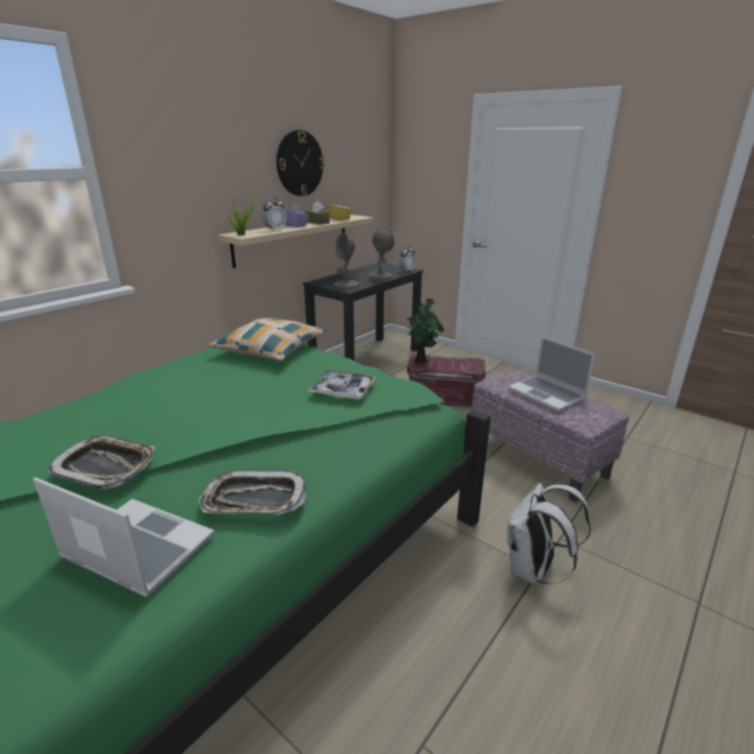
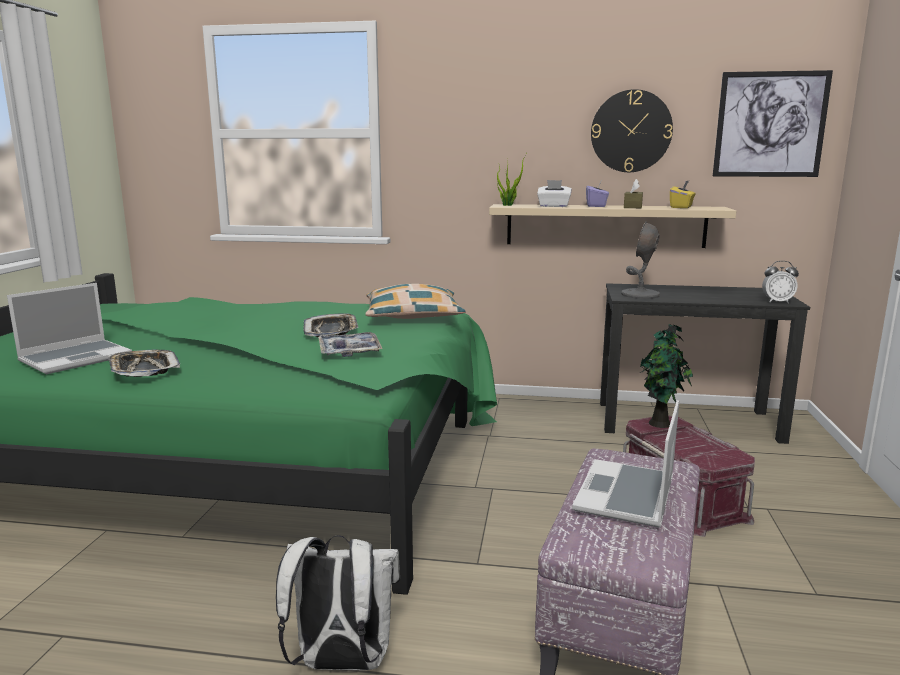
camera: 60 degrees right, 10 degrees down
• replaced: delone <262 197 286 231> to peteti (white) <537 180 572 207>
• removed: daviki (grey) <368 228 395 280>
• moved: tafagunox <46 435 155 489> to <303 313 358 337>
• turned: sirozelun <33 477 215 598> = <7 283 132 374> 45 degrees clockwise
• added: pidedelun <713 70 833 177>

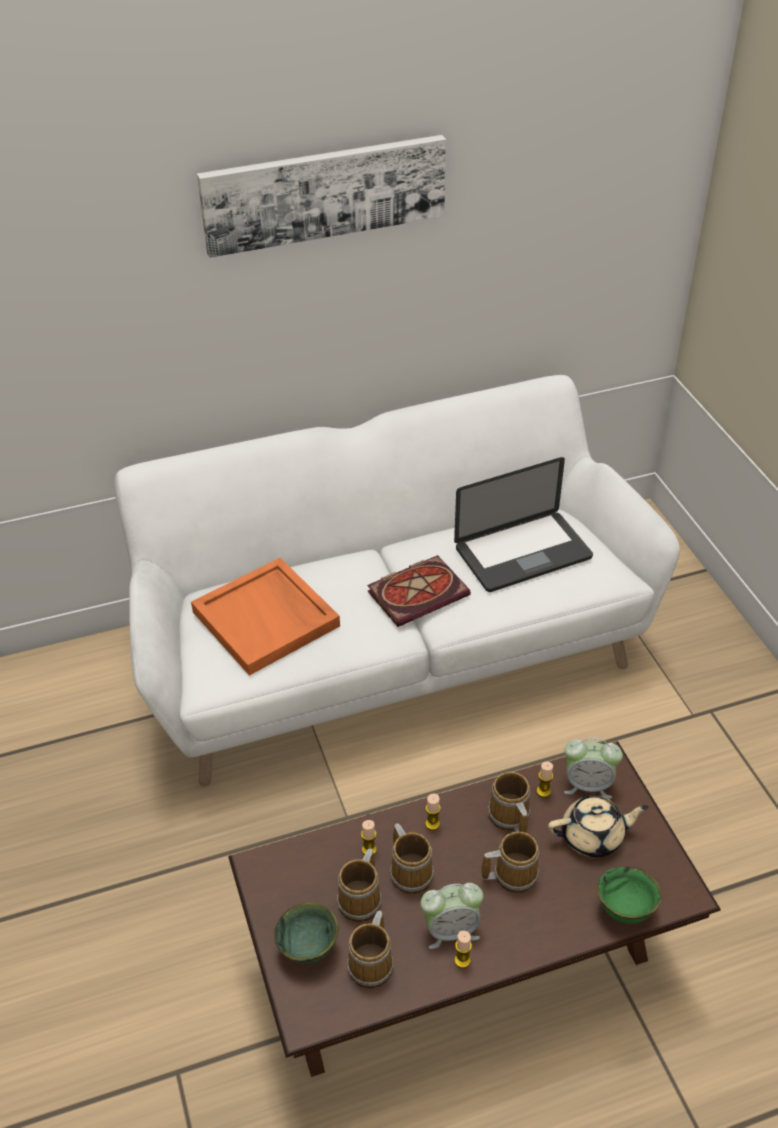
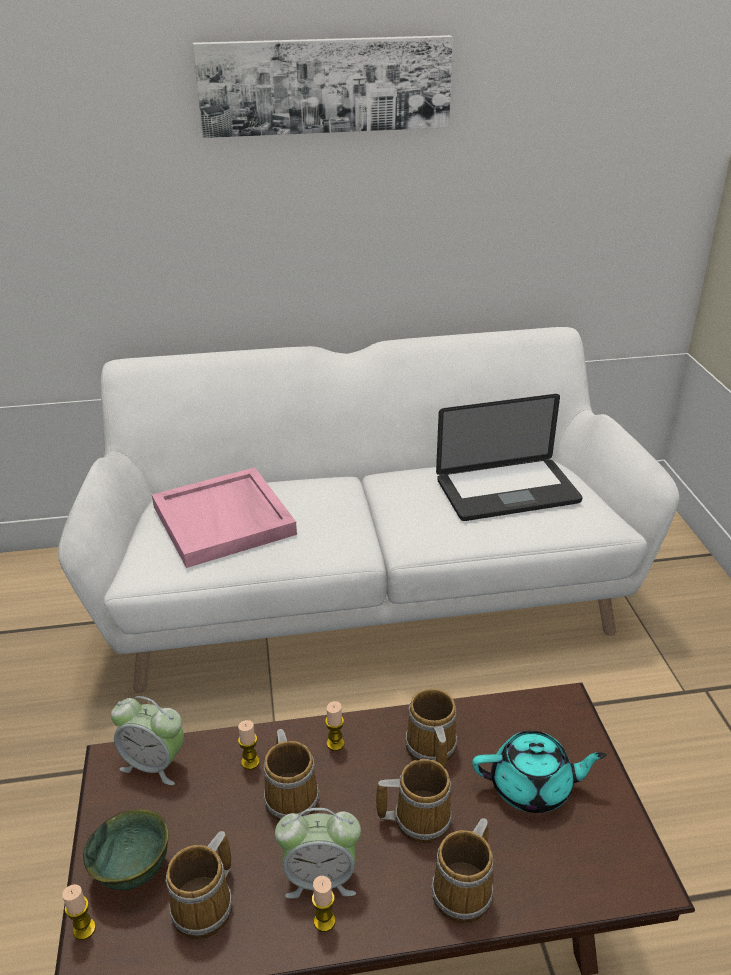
camera: 10 degrees right, 10 degrees down
• removed: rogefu <367 555 471 627>
• recoloured: tafagunox (orange) <191 558 340 676> to tafagunox (pink) <152 467 297 568>
• moved: delone <564 737 623 799> to <111 696 184 785>
• moved: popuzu <537 762 553 797> to <62 884 96 940>
• recoloured: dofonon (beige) <548 795 649 857> to dofonon (turquoise) <472 731 607 813>
• moved: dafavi <337 848 381 922> to <431 818 494 923>
• removed: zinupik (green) <597 867 662 924>

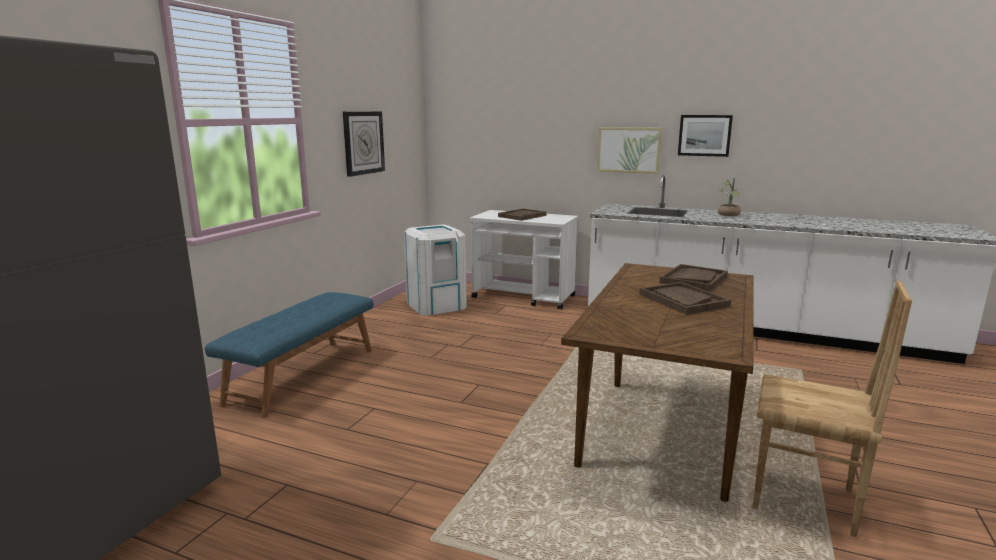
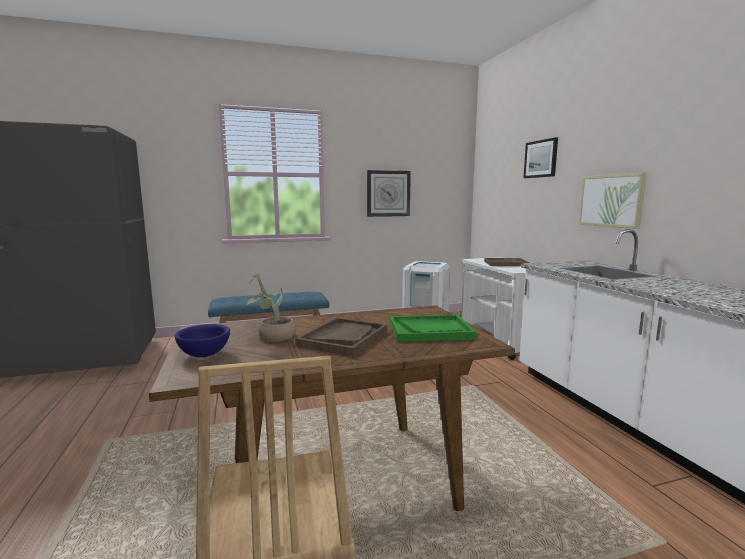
camera: 50 degrees right, 5 degrees down
• moved: pidedelun <678 115 733 157> to <524 137 558 178>
• moved: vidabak <718 178 741 216> to <246 273 296 342>
• recoloured: tafagunox (brown) <659 264 728 291> to tafagunox (green) <390 315 476 342>
• added: zinupik (blue) <175 324 230 357>

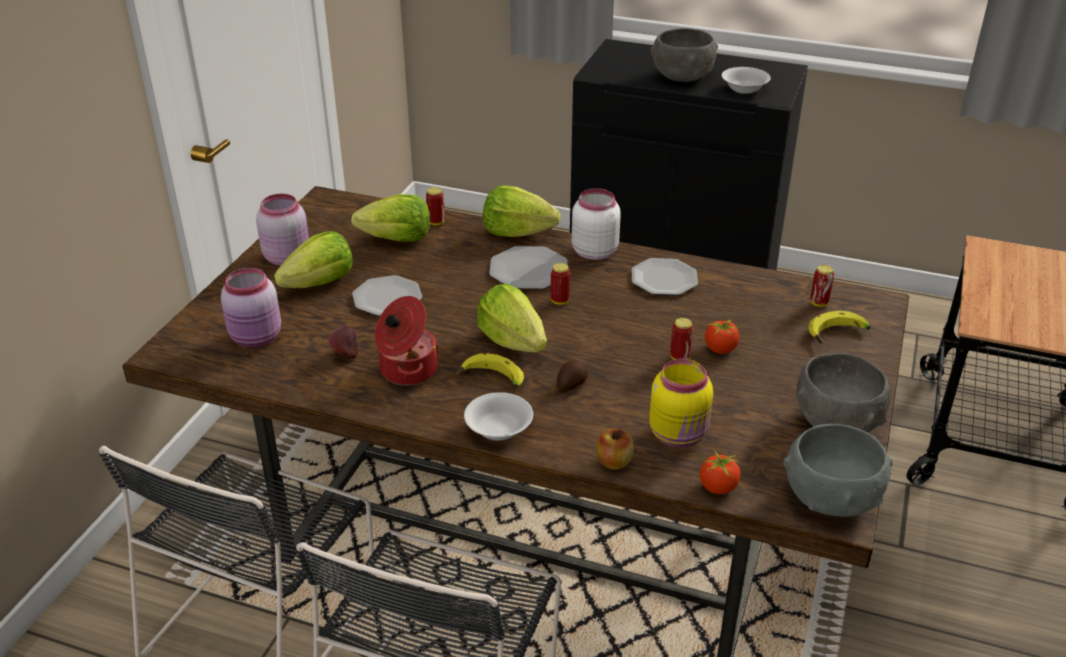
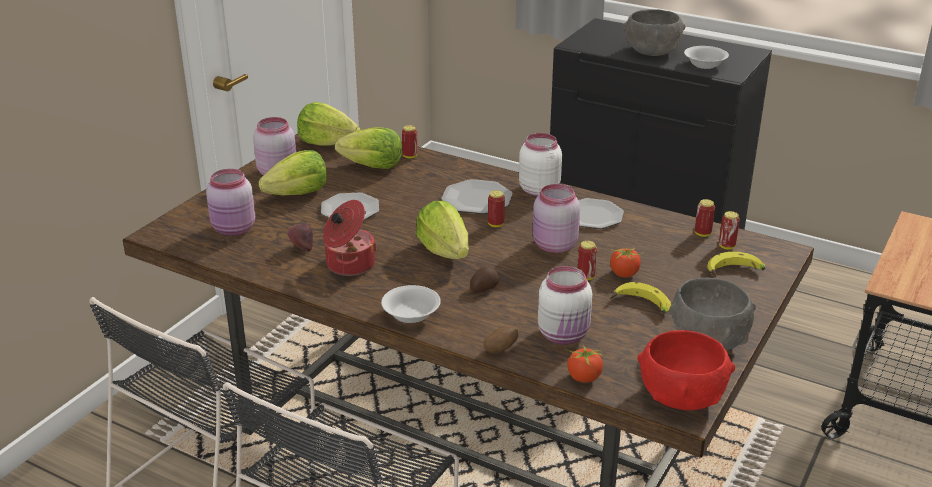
camera: 10 degrees right, 5 degrees down
• moved: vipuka <483 185 561 237> to <297 102 361 146>
• moved: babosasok <456 353 524 388> to <610 282 671 314>
• recoloured: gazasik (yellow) <649 359 713 448> to gazasik (white) <538 266 592 344>
• recoloured: zinupik (grey) <783 424 893 517> to zinupik (red) <637 330 735 410>
• replaced: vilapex <596 428 634 469> to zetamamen <483 326 519 353>
• added: gazasik (pink) <533 184 580 253>
• added: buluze <695 199 715 237>

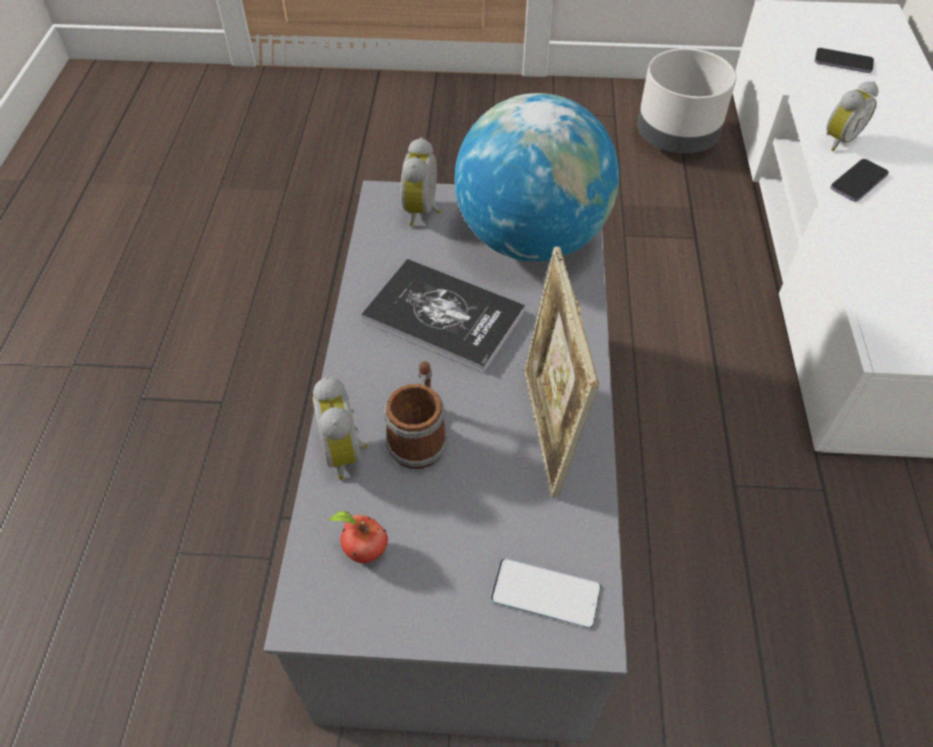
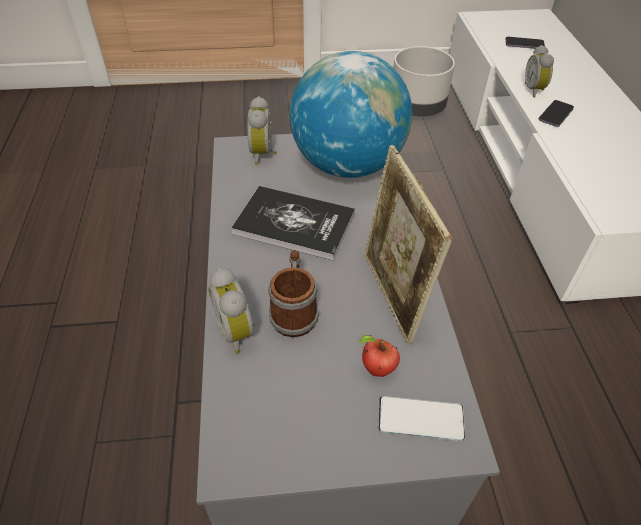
camera: 10 degrees left, 5 degrees down
• turned: delone <826 81 878 151> = <525 45 554 97> 135 degrees clockwise
• moved: vilapex <329 511 388 563> to <359 335 400 377>

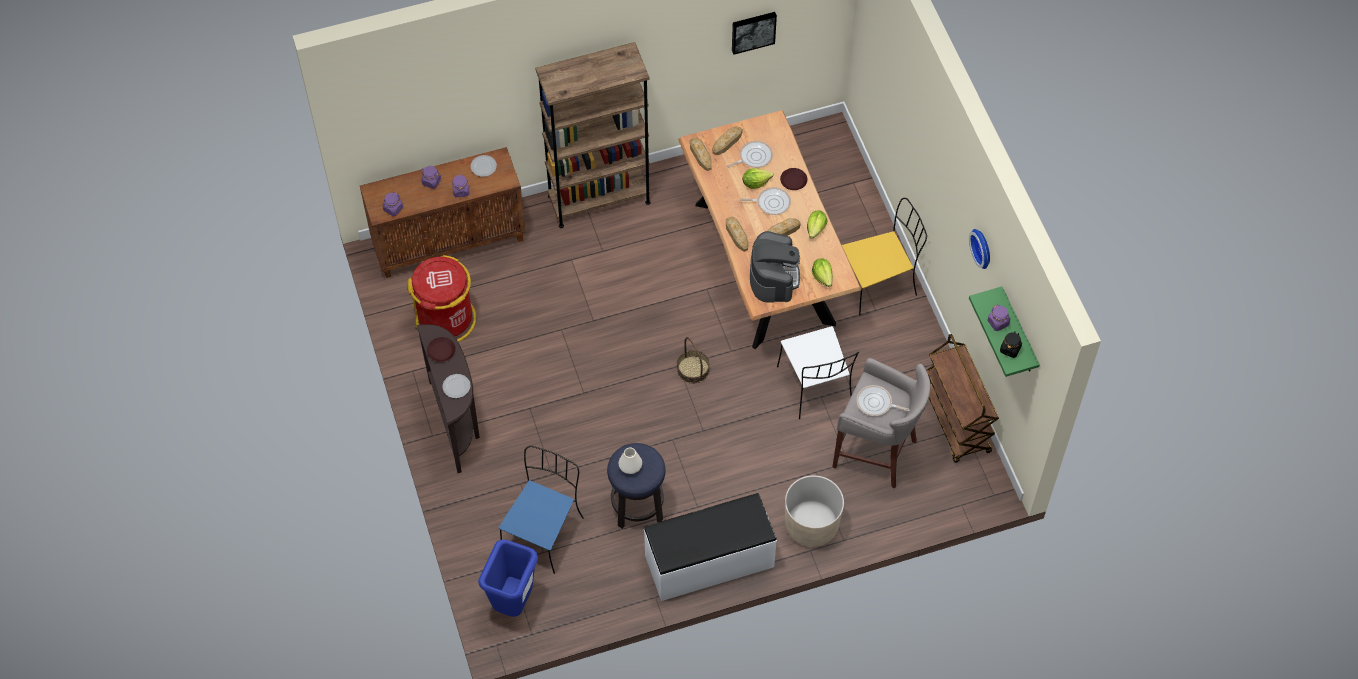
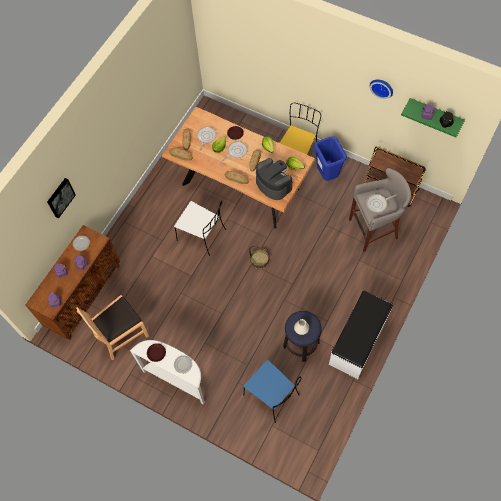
camera: 40 degrees left, 5 degrees up
• moved: pidedelun <732 12 777 55> to <47 178 76 218>
• removed: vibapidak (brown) <535 42 651 228>
• replaced: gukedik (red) <407 255 476 342> to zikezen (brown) <76 295 149 361>
• recoloured: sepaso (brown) <417 324 480 473> to sepaso (white) <130 340 205 405>
• moved: zikezen (white) <777 326 859 419> to <174 201 226 256>
• turned: zikezen (blue) <498 446 584 574> = <243 360 301 423> 150 degrees clockwise
• removed: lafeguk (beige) <785 475 844 547>
• moved: gukedik (blue) <478 539 538 617> to <314 136 347 181>

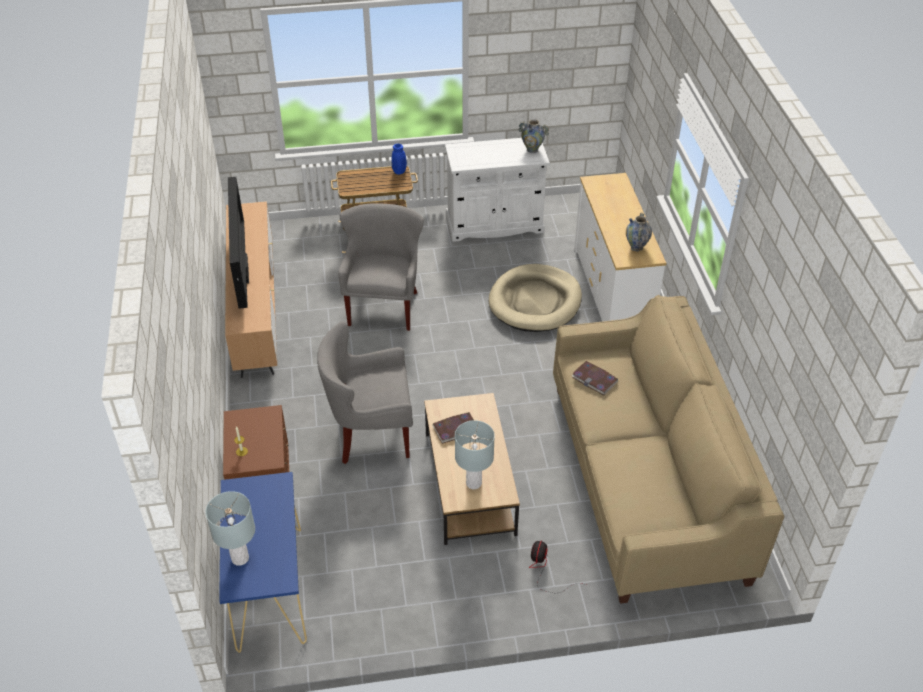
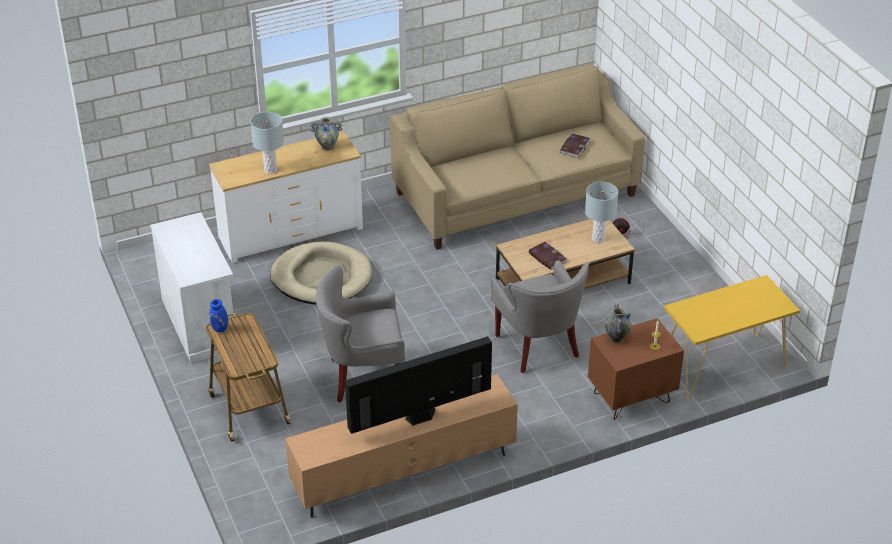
camera: 105 degrees left, 5 degrees down
• moved: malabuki <519 119 549 153> to <604 303 632 343>
• moved: rogefu <571 361 618 395> to <560 134 590 158>
• recoloured: sepaso (blue) <219 472 307 653> to sepaso (yellow) <664 275 800 400>
• moved: daviki (grey) <205 491 255 566> to <251 112 284 174>

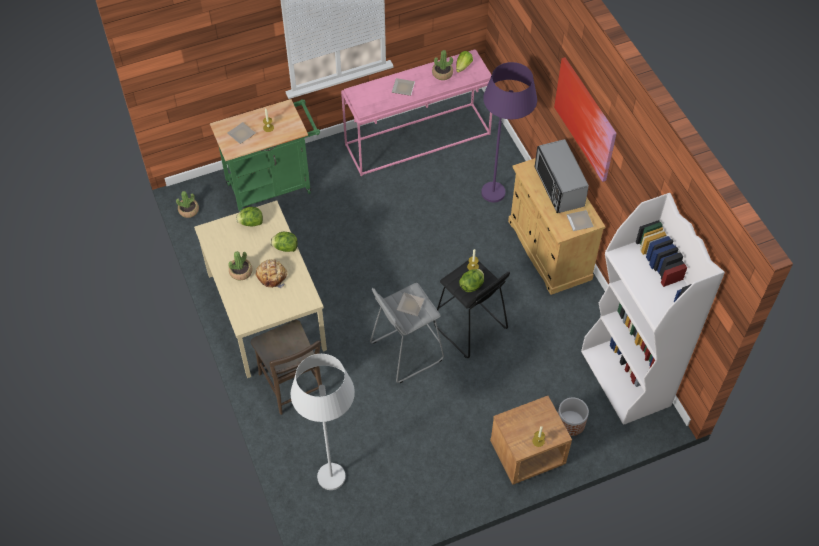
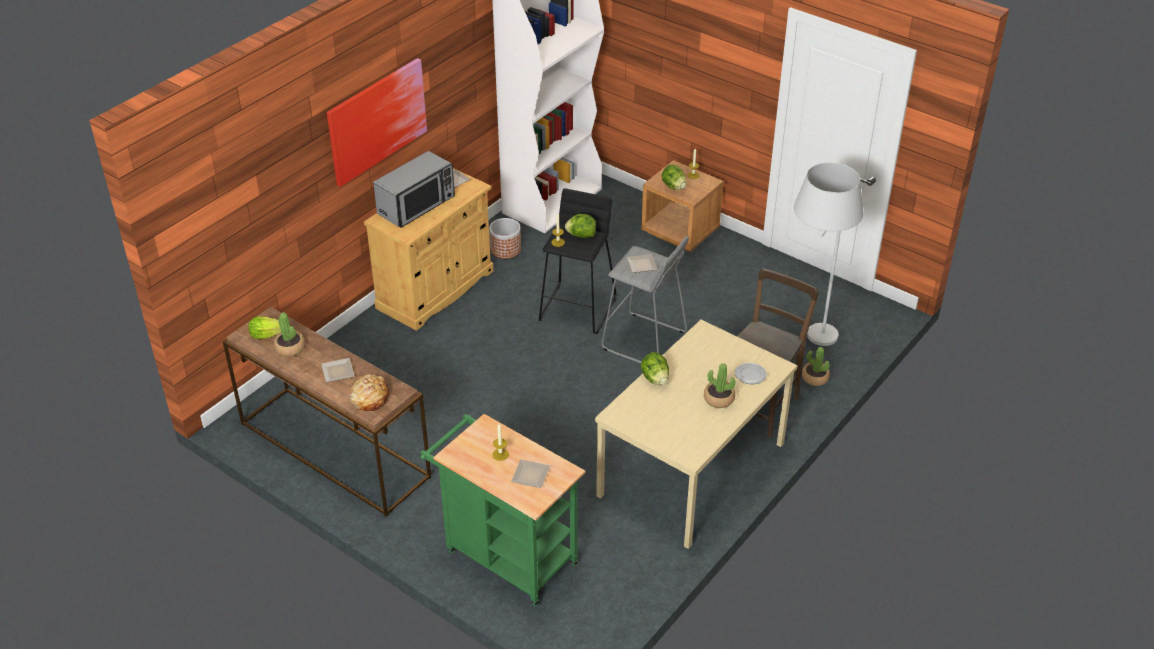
camera: 120 degrees left, 15 degrees down
• recoloured: sepaso (pink) <341 50 495 176> to sepaso (brown) <223 307 431 517>
• removed: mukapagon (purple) <481 62 537 202>
• moved: vidabak <176 191 199 218> to <802 347 830 386>
• moved: vipuka <236 207 263 227> to <662 164 686 190>
• moved: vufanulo <256 259 287 288> to <350 374 390 411>
• moved: lafeguk <558 398 589 436> to <489 218 521 259>
• added: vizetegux <735 363 767 384>

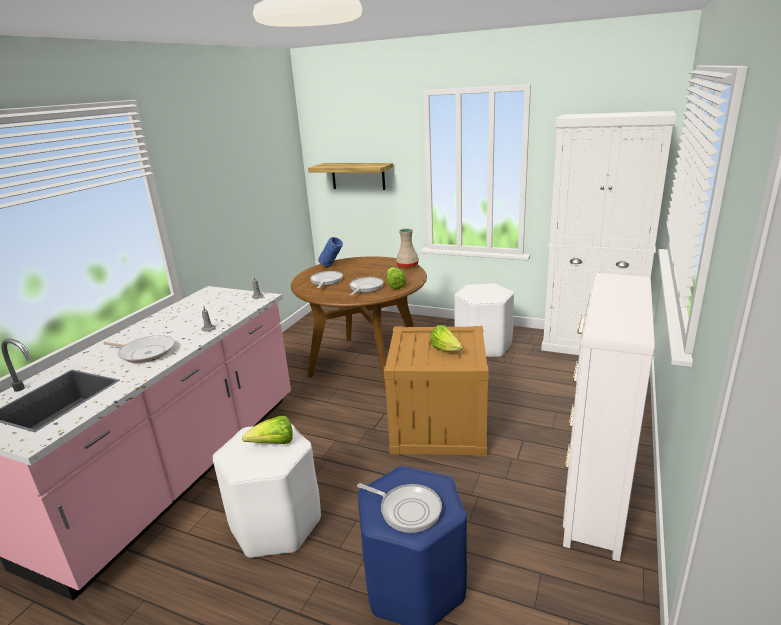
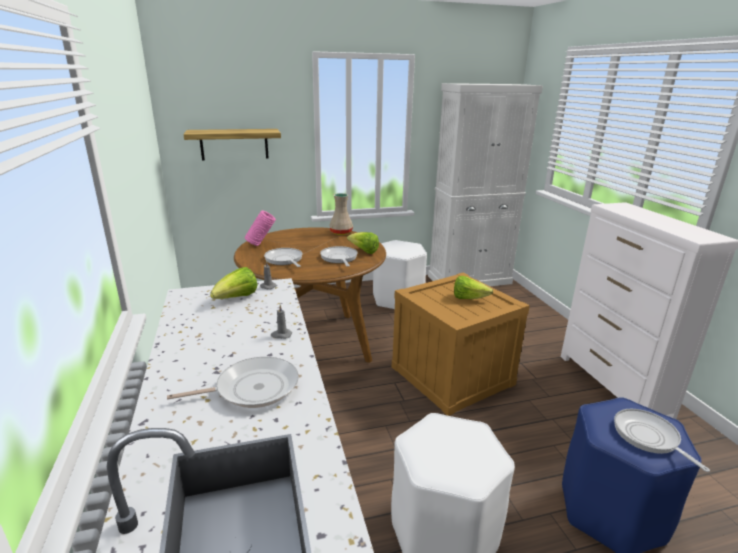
camera: 40 degrees left, 0 degrees up
• recoloured: malabuki (blue) <318 237 343 267> to malabuki (pink) <245 210 276 246>
• moved: vipuka <242 416 293 444> to <210 267 258 299>
• turned: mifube <357 483 442 533> = <614 409 710 472> 105 degrees counterclockwise

